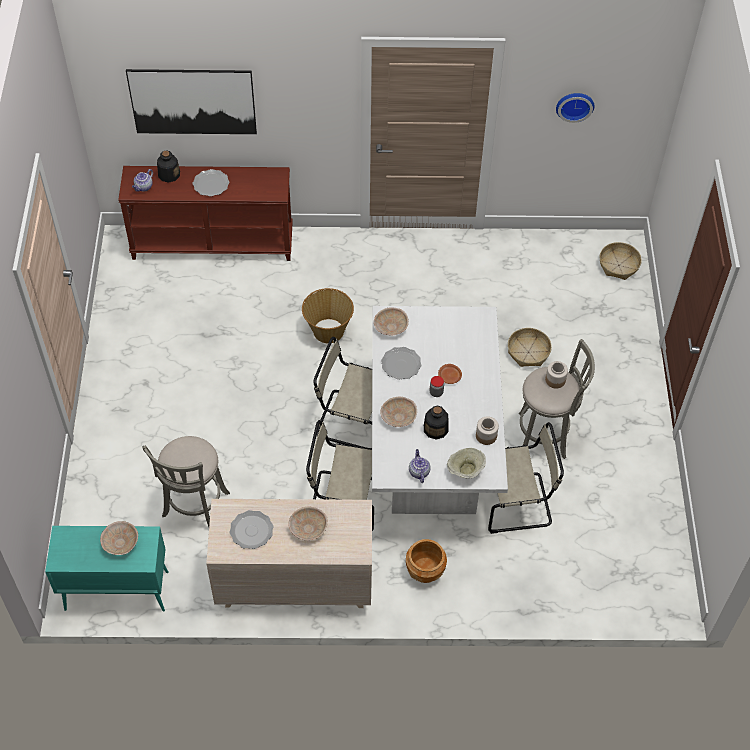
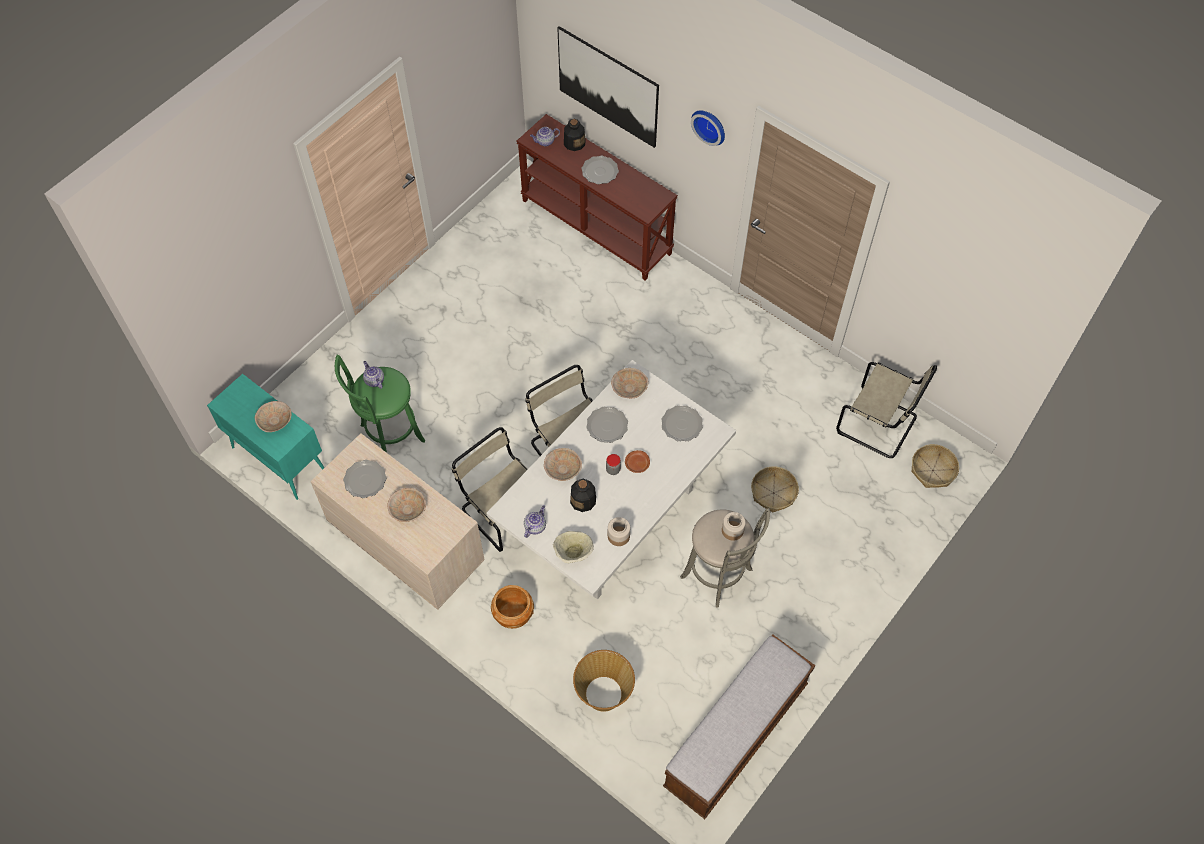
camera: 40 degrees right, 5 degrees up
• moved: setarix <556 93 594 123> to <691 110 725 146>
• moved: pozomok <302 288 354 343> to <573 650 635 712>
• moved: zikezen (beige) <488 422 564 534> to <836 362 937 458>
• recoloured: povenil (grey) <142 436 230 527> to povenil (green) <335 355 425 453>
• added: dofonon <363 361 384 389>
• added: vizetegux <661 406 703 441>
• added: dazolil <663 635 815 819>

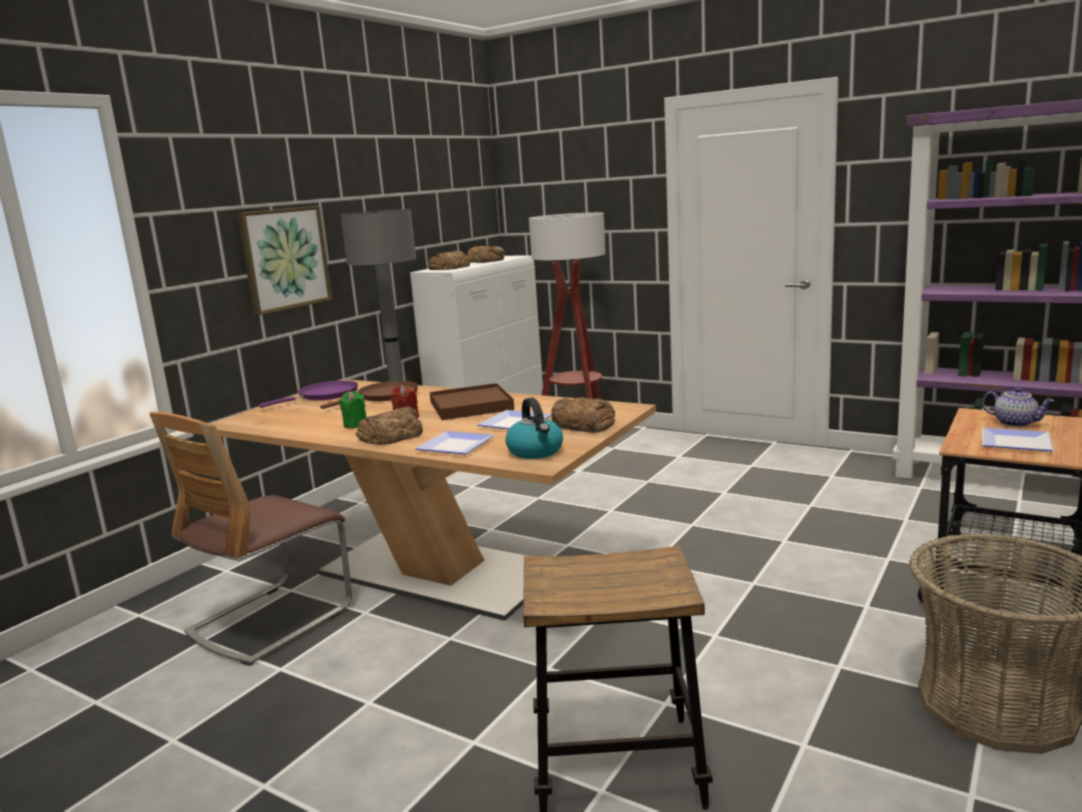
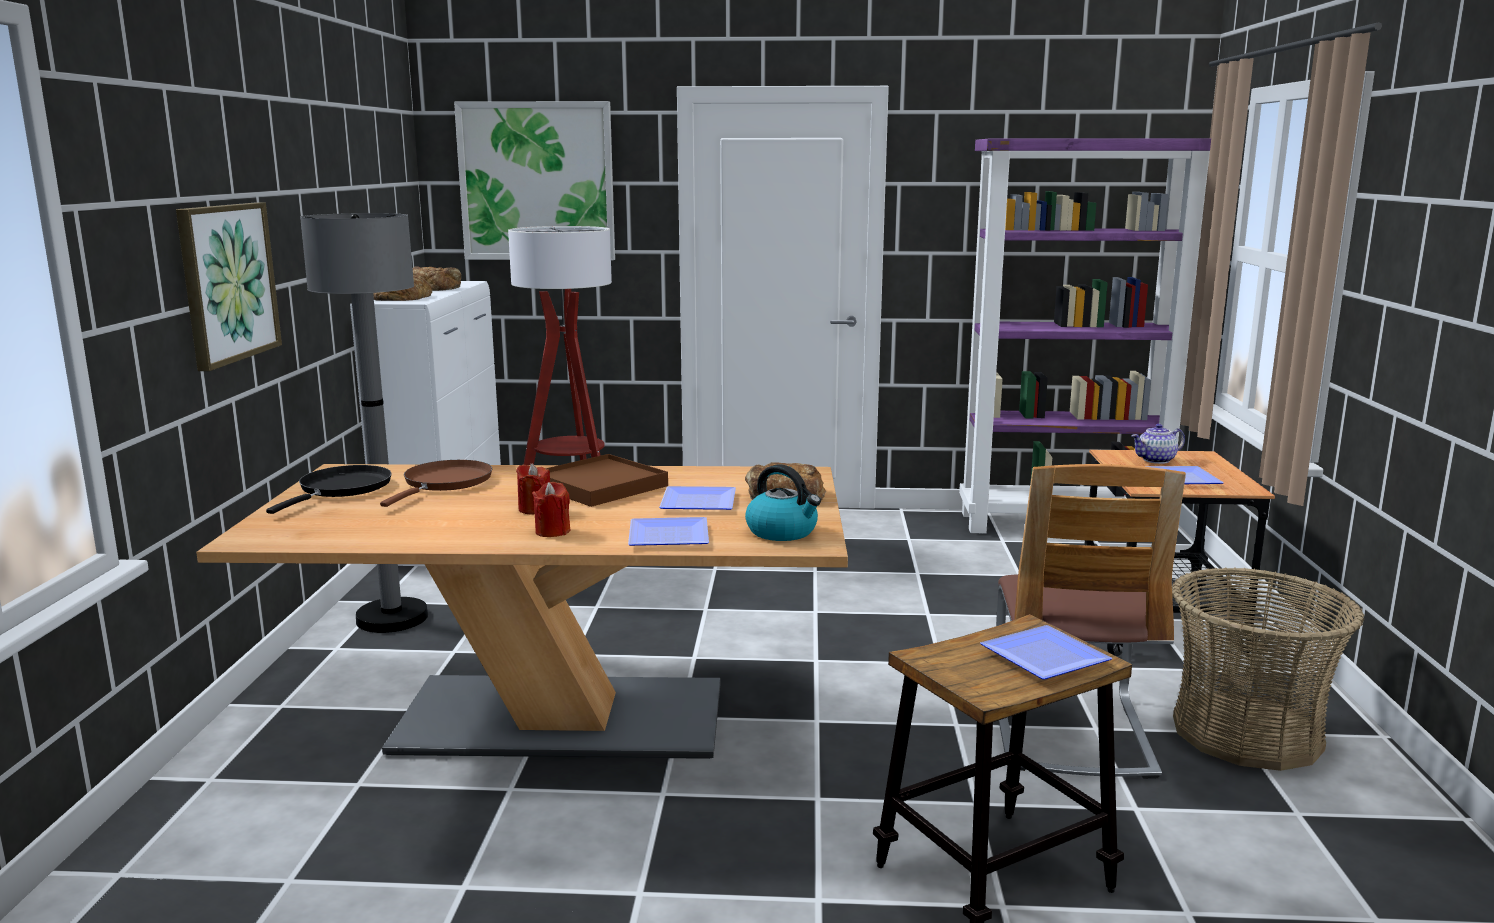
camera: 30 degrees left, 0 degrees up
• recoloured: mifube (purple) <259 380 358 408> to mifube (black) <266 465 391 514>
• turned: dofonon <982 387 1054 427> = <1131 424 1185 464> 150 degrees clockwise
• removed: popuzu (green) <339 391 367 429>
• replaced: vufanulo <356 407 423 445> to popuzu (red) <532 482 571 537>
• moved: zikezen <149 412 352 666> to <996 464 1186 779>
• added: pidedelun <454 101 615 260>
• added: vizetegux <980 625 1112 680>

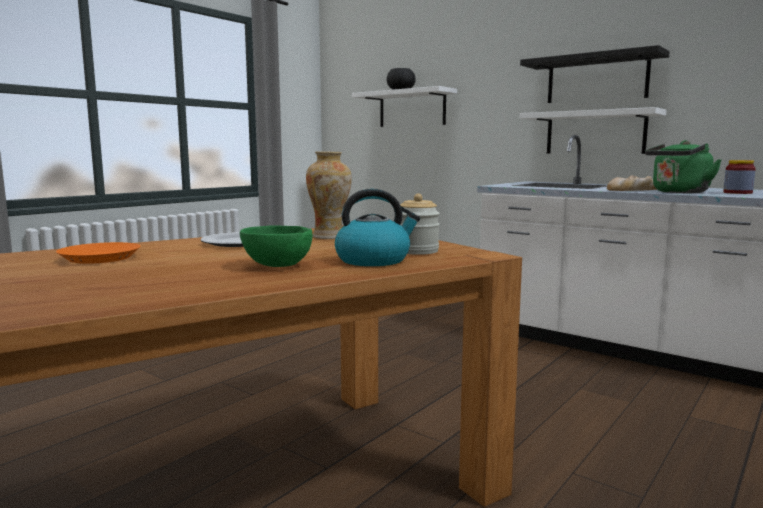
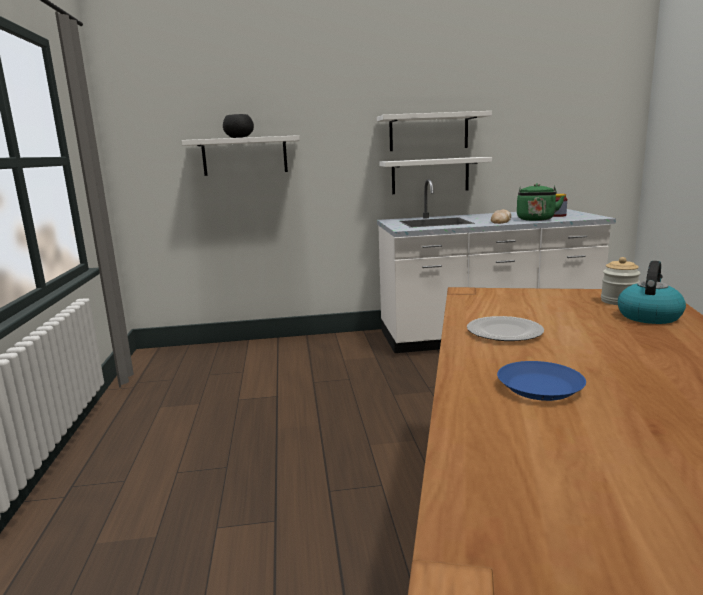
camera: 45 degrees left, 5 degrees up
• recoloured: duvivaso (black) <520 45 670 103> to duvivaso (white) <377 111 492 151>
• removed: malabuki <306 151 352 239>
• removed: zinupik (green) <240 225 312 267>
• recoloured: vizetegux (orange) <56 242 140 264> to vizetegux (blue) <497 361 586 401>

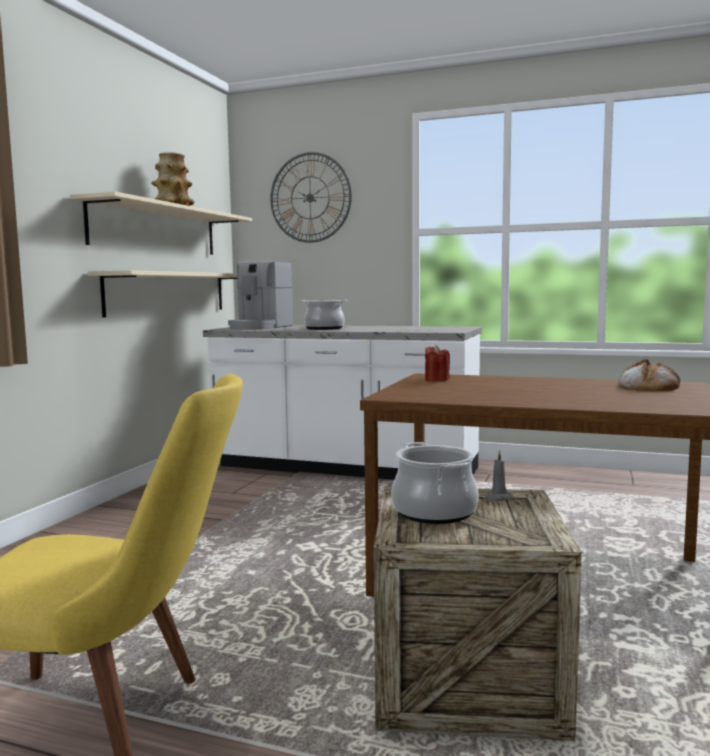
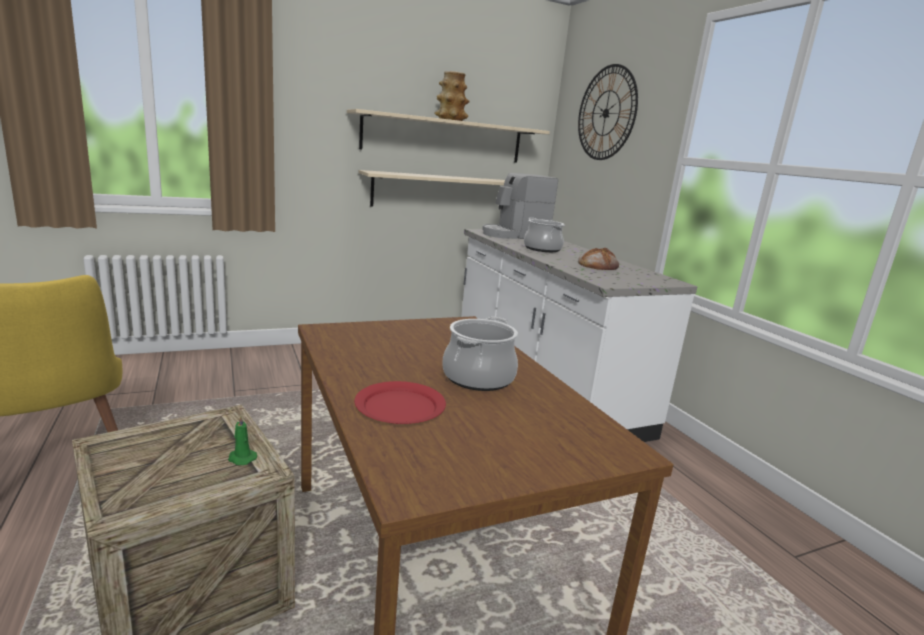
camera: 45 degrees right, 10 degrees up
• removed: popuzu (red) <425 345 450 381>
• moved: vufanulo <618 359 681 391> to <578 248 619 270>
• moved: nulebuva <391 442 479 524> to <442 317 518 391>
• recoloured: popuzu (grey) <483 450 513 502> to popuzu (green) <228 415 257 465>
• added: vizetegux (red) <354 381 446 424>

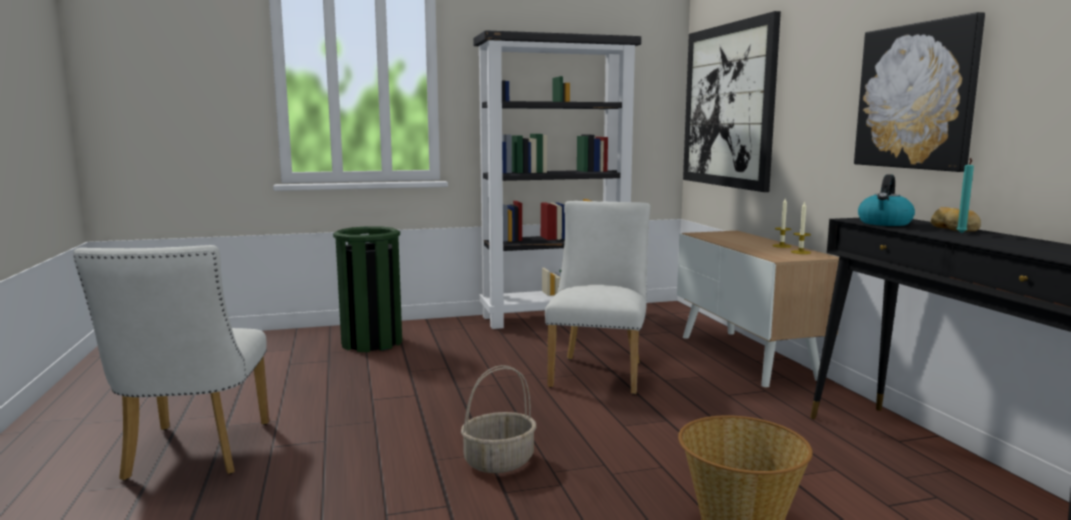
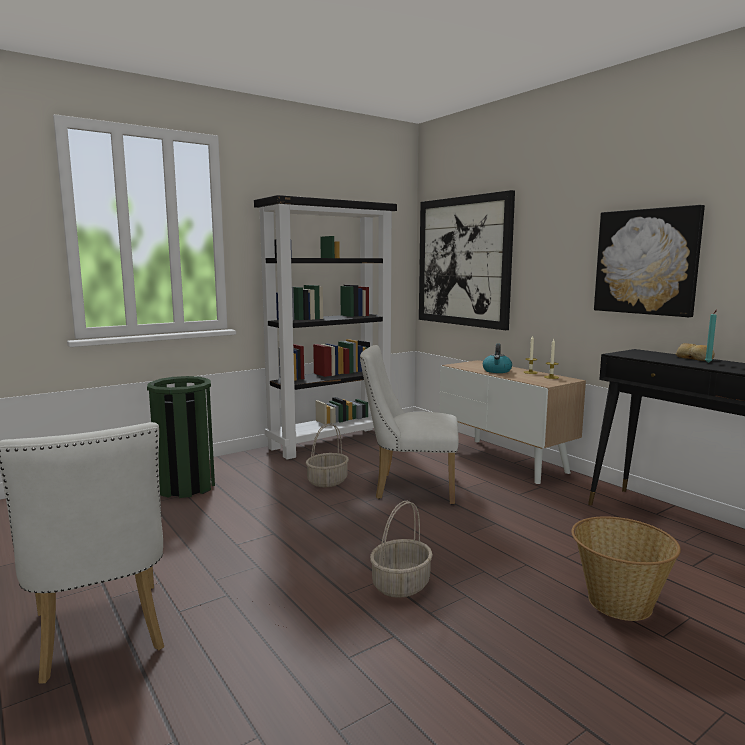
camera: 20 degrees left, 0 degrees up
• moved: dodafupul <858 174 915 226> to <483 344 512 373>
• turned: zikezen (white) <545 201 650 394> = <360 345 459 505> 75 degrees counterclockwise
• added: pozomok <306 423 349 487>

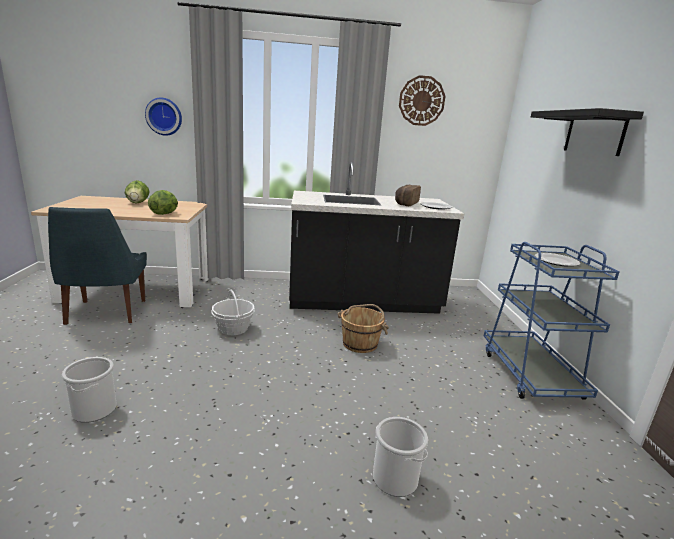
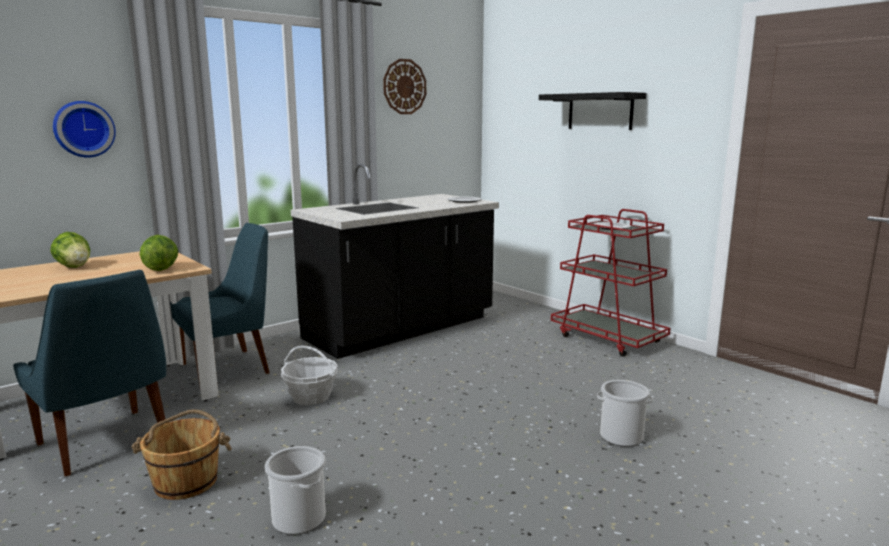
camera: 35 degrees left, 5 degrees down
• removed: vufanulo <395 185 421 206>
• recoloured: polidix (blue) <484 242 620 400> to polidix (red) <551 209 670 357>
• moved: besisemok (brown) <338 304 389 353> to <132 410 232 500>
• added: zikezen (blue) <170 223 270 386>

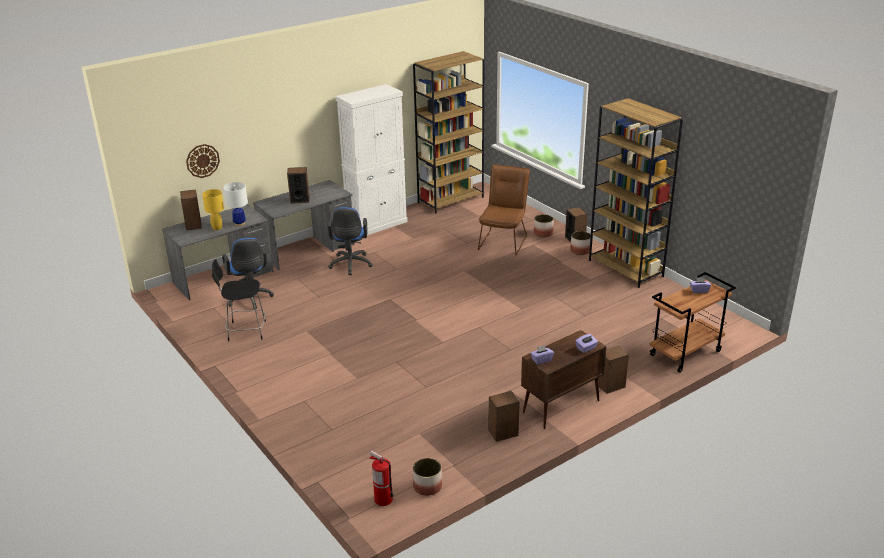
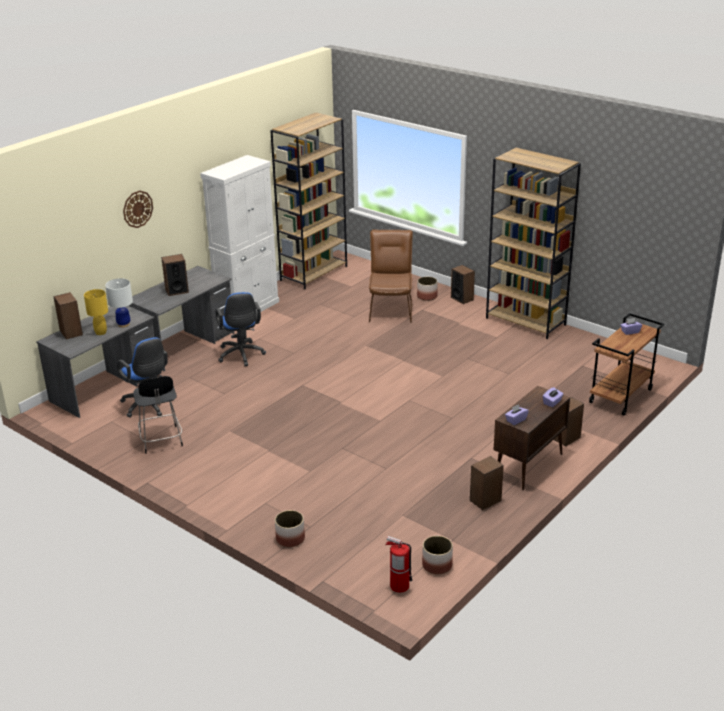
camera: 15 degrees left, 0 degrees up
• moved: setarix <186 144 220 178> to <123 191 153 228>
• moved: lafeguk <570 231 591 255> to <275 510 305 547>
• turned: zikezen (black) <212 259 266 341> = <133 376 183 454> 90 degrees counterclockwise

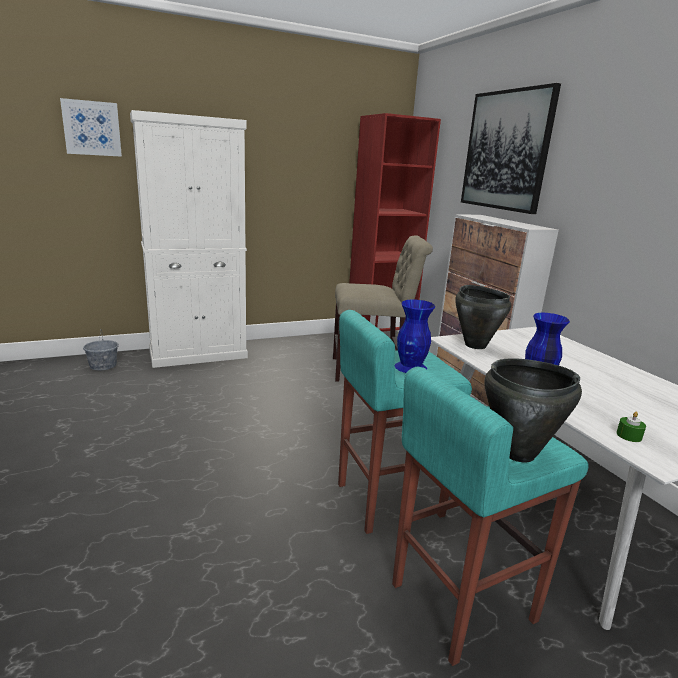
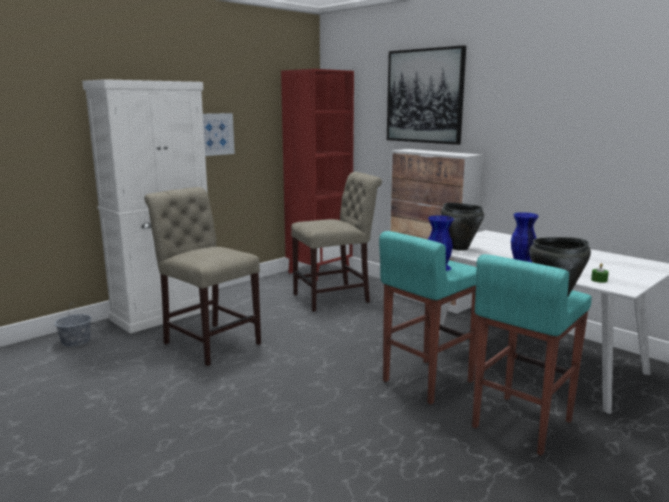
camera: 20 degrees left, 5 degrees down
• moved: pidedelun <60 98 122 157> to <203 113 235 156>
• added: zikezen (beige) <144 187 261 366>

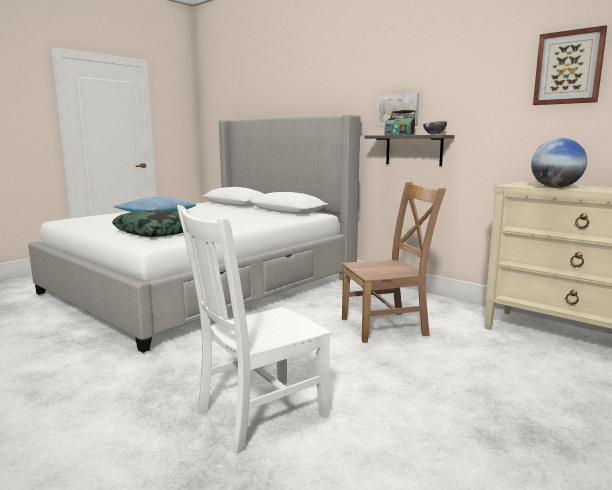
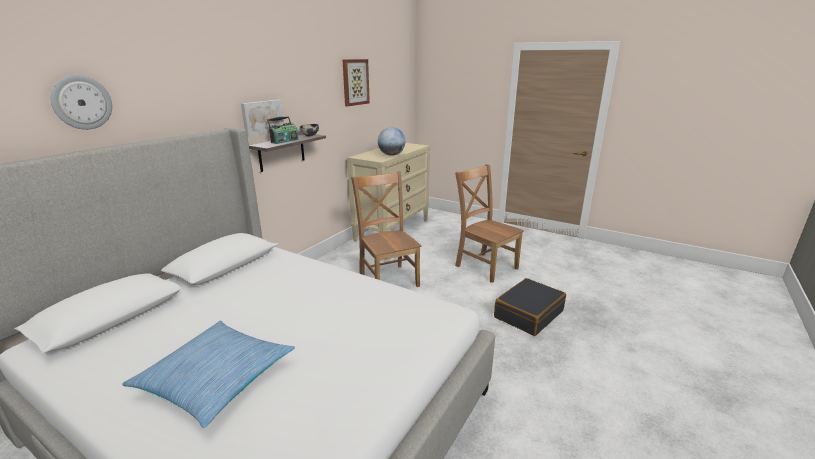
camera: 100 degrees left, 10 degrees up
• replaced: zikezen (white) <177 205 331 455> to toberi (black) <494 278 566 336>
• removed: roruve <112 210 183 237>
• added: setarix <50 75 112 130>
• added: zikezen (brown) <455 164 524 283>

